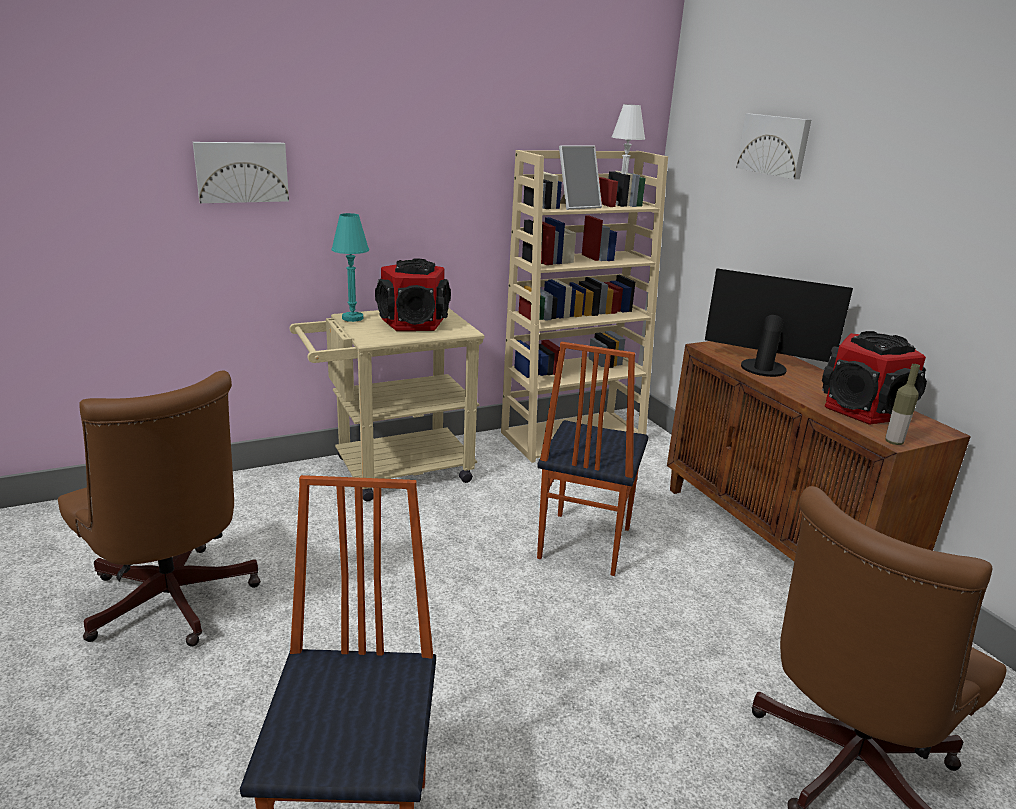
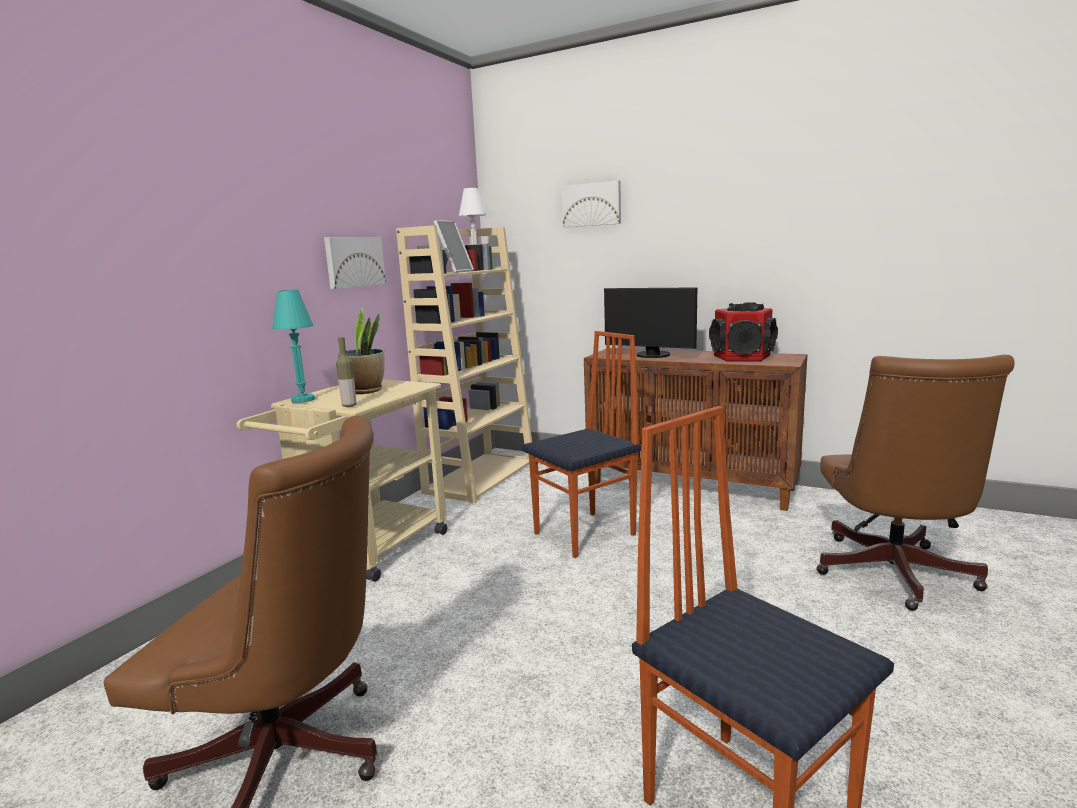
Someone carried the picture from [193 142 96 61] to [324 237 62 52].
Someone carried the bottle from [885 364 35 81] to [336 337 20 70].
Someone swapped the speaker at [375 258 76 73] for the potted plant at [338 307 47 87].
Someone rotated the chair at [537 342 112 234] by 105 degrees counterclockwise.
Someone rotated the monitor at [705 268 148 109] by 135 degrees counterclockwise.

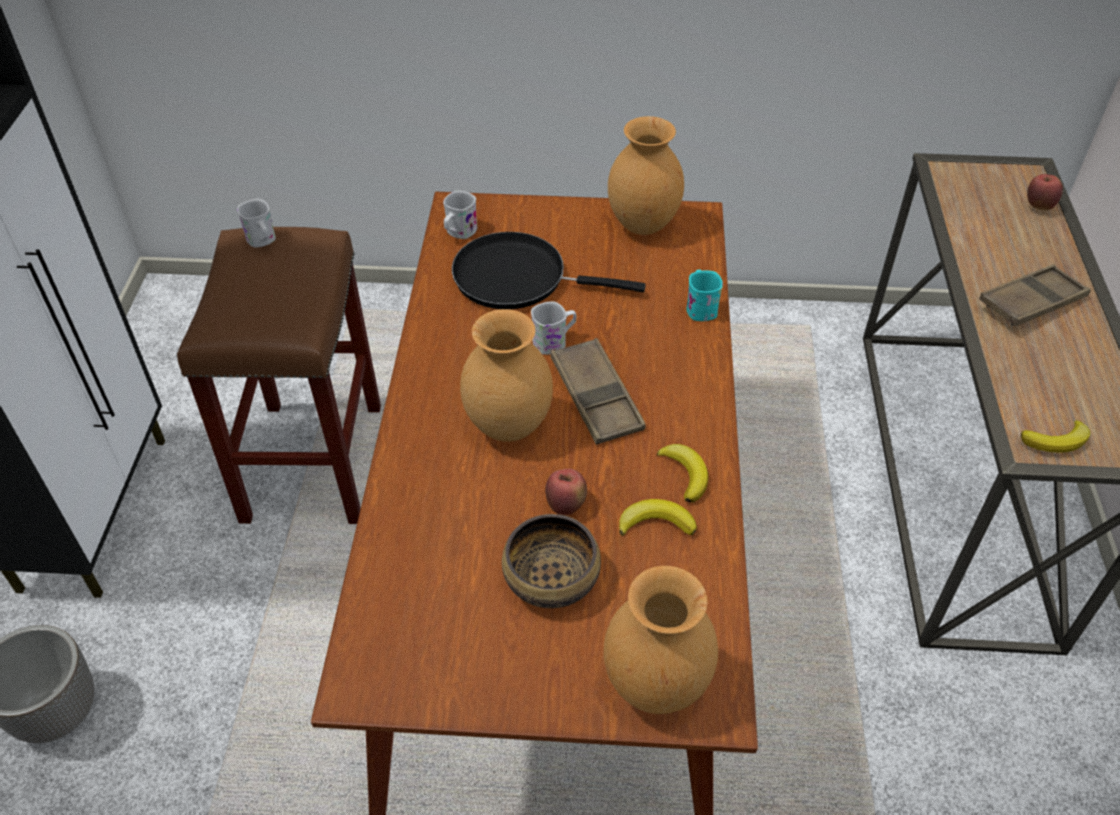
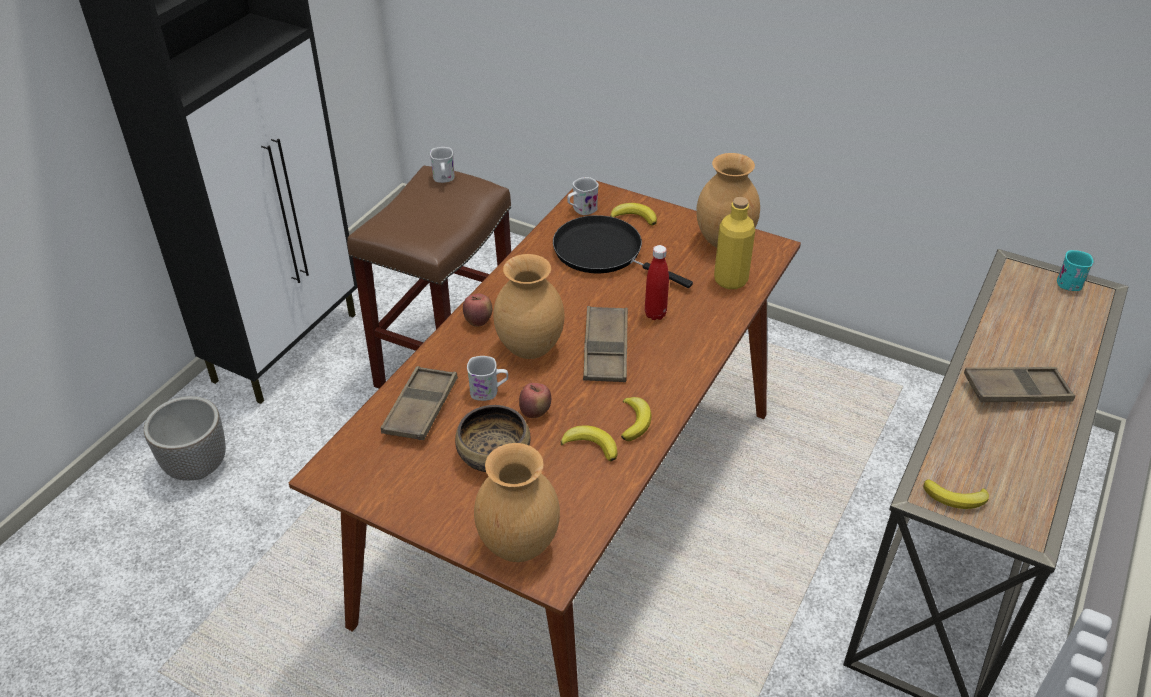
Someone put down the tray in brown at [381 366 77 74].
Someone put down the banana at [610 203 47 23].
Someone put down the bottle in red at [645 245 24 75].
Someone put down the bottle in yellow at [714 197 41 92].
Someone carried the mug in white from [531 301 45 54] to [467 356 41 45].
Someone carried the mug in turquoise from [686 270 37 51] to [1057 250 36 41].
Someone carried the apple from [1027 174 36 36] to [463 293 29 34].

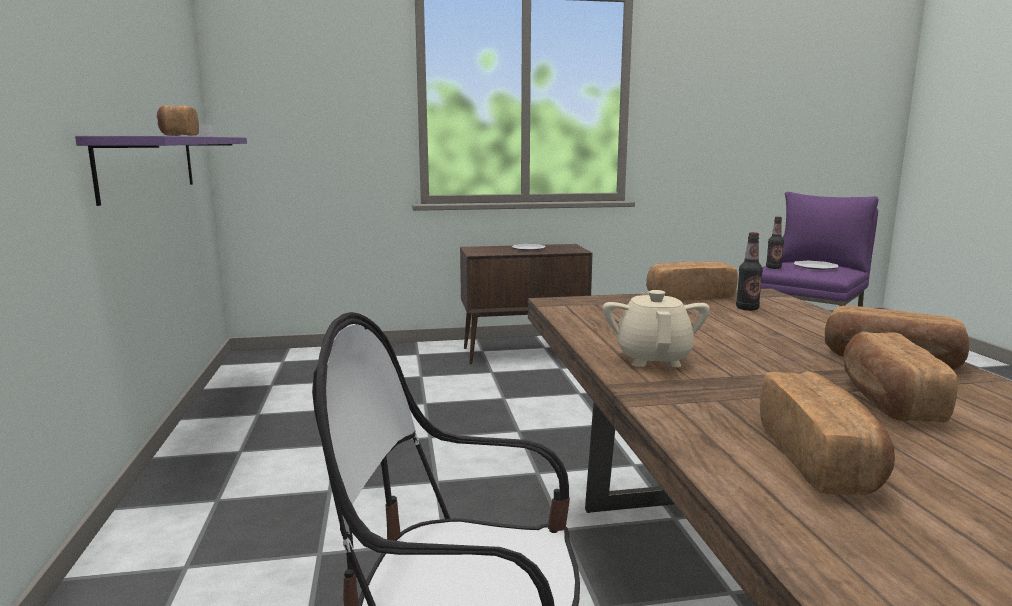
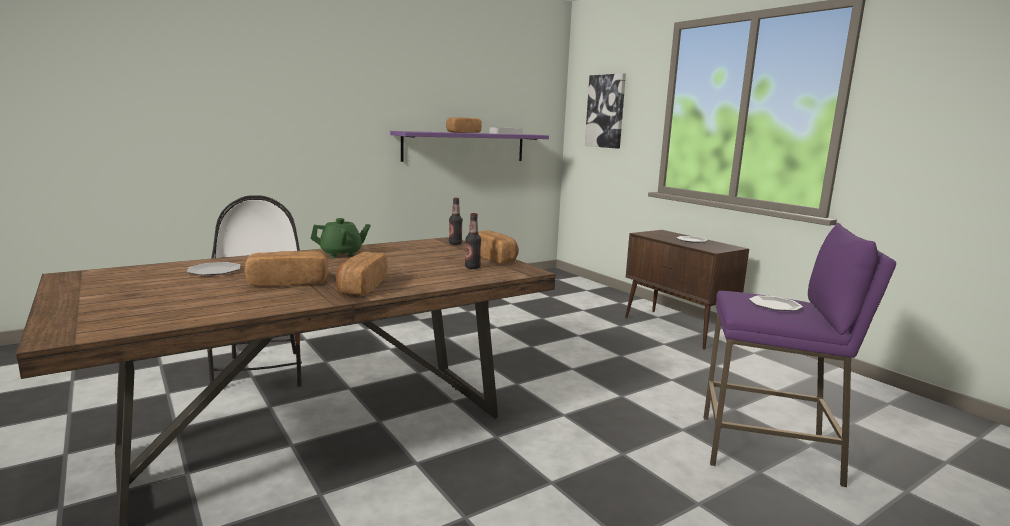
Someone put up the picture at [585 73 41 76].
Someone carried the bottle from [766 217 18 52] to [449 198 14 47].
Someone swapped the bread at [760 372 135 123] for the plate at [187 262 54 13].
Someone repainted the teapot in beige at [603 290 107 77], which became the teapot in green at [311 218 60 40].

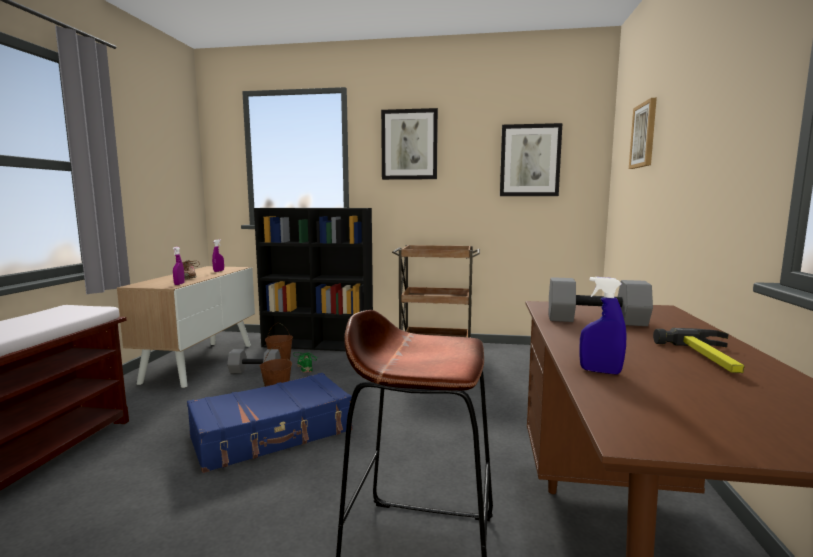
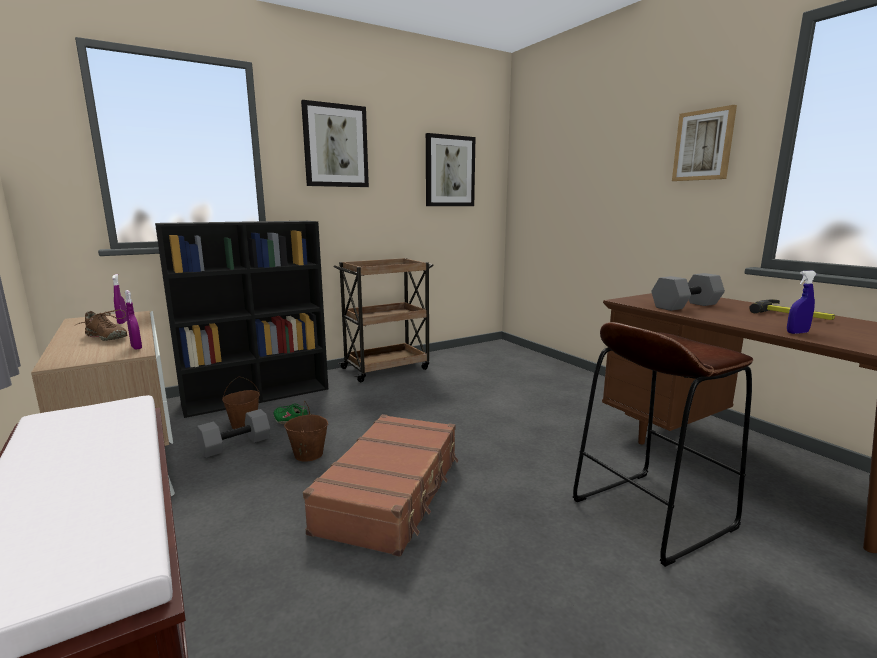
Someone carried the picture from [629 98 28 71] to [672 105 65 76].
Someone repainted the suitcase in blue at [187 373 166 100], which became the suitcase in brown at [303 414 155 143].

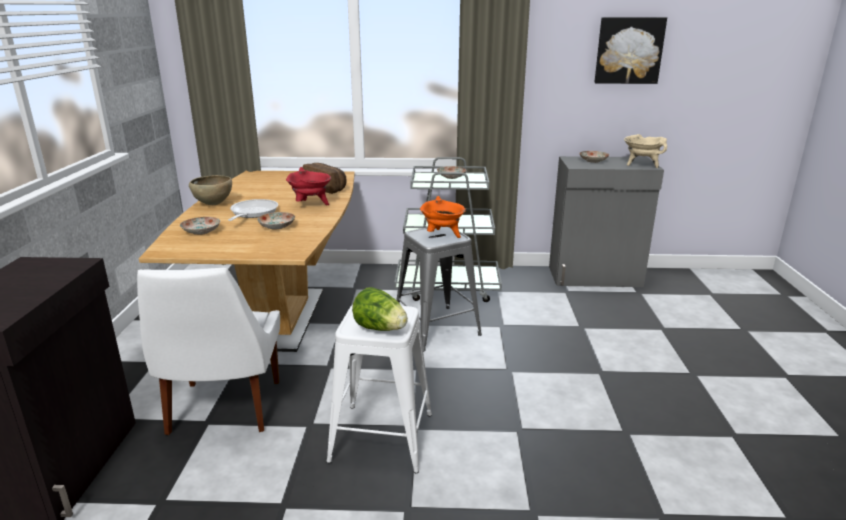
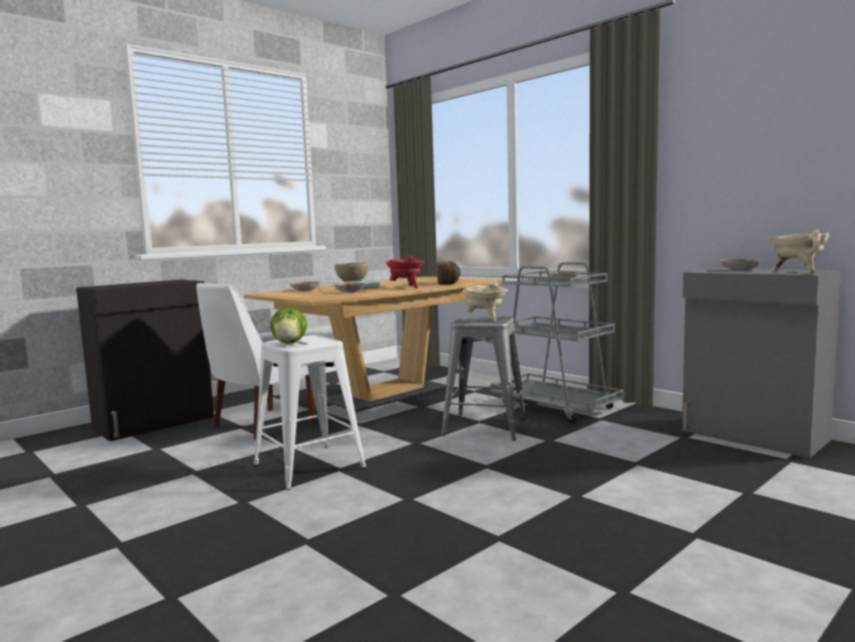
Someone took away the picture at [594 17 73 67].
Someone repainted the cooking pot in orange at [420 196 46 42], which became the cooking pot in beige at [462 282 46 40].

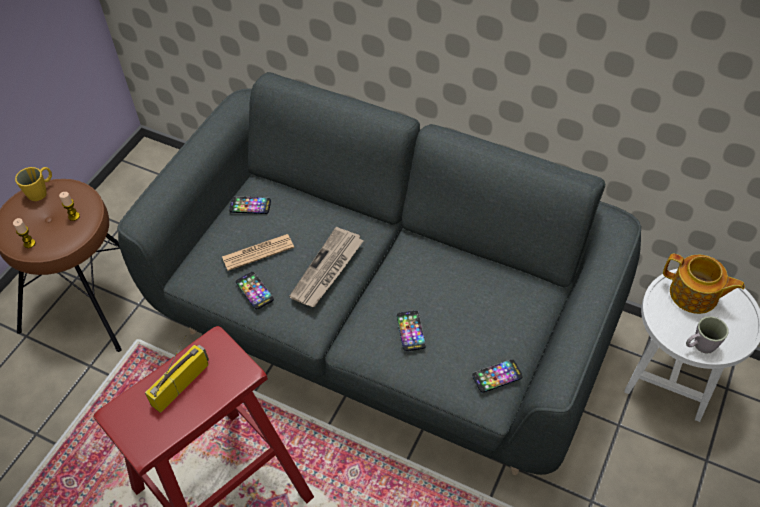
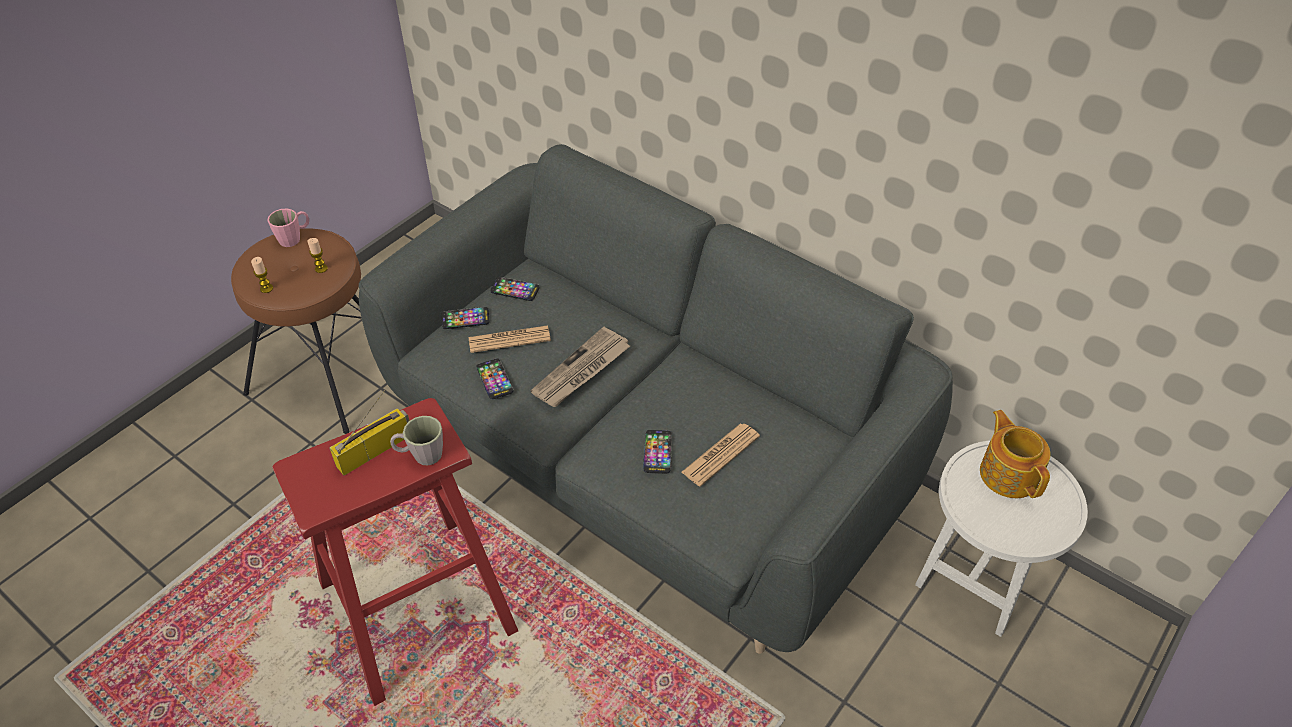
Someone put down the newspaper at [681 423 79 64].
Someone carried the phone from [472 359 51 34] to [442 307 48 22].
Someone carried the mug in grey from [686 316 43 38] to [390 416 53 49].
Someone repainted the mug in yellow at [15 167 37 34], which became the mug in pink at [267 209 42 38].
Someone rotated the teapot at [663 254 82 60] by 150 degrees counterclockwise.

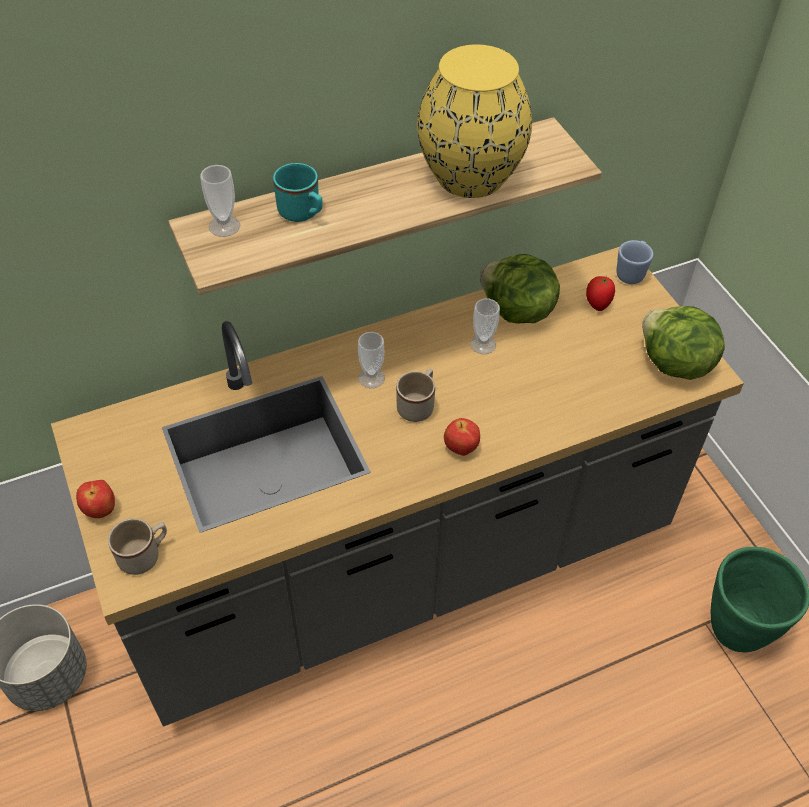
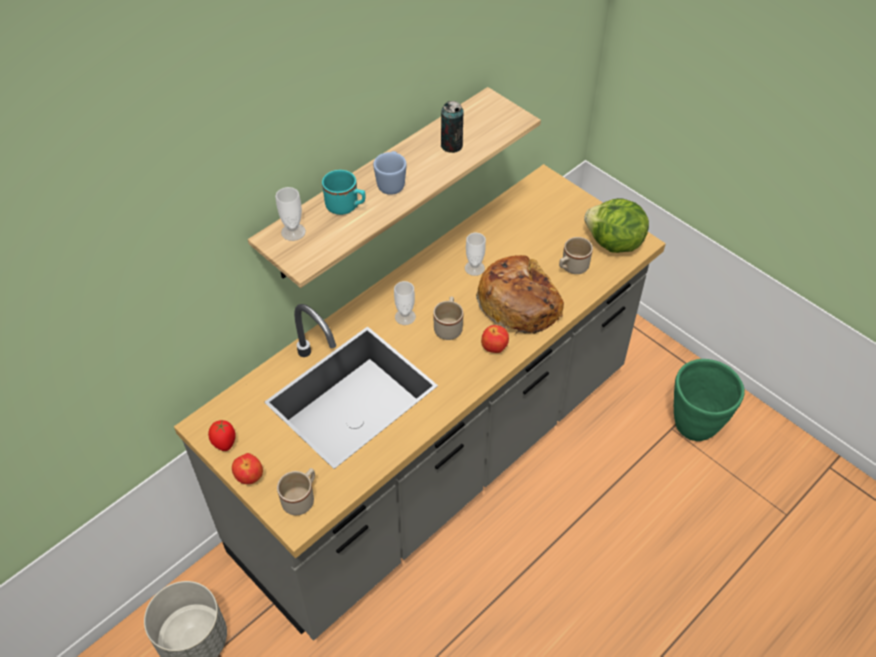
Someone took away the lettuce at [480 254 80 70].
Someone put down the bread at [476 255 88 80].
Someone put down the mug in beige at [559 237 34 37].
Someone carried the tomato from [586 276 29 35] to [208 420 28 31].
Someone carried the mug in blue from [617 240 36 44] to [373 151 34 44].
Someone swapped the vase in yellow at [417 44 115 154] for the can at [441 101 22 52].

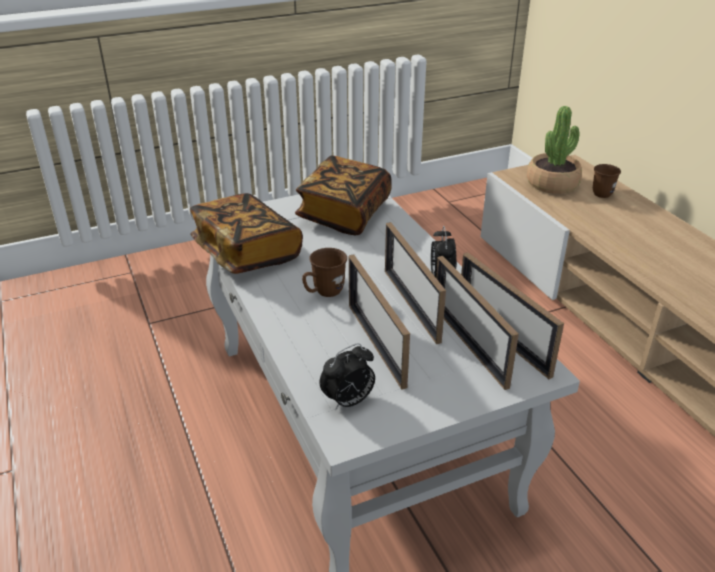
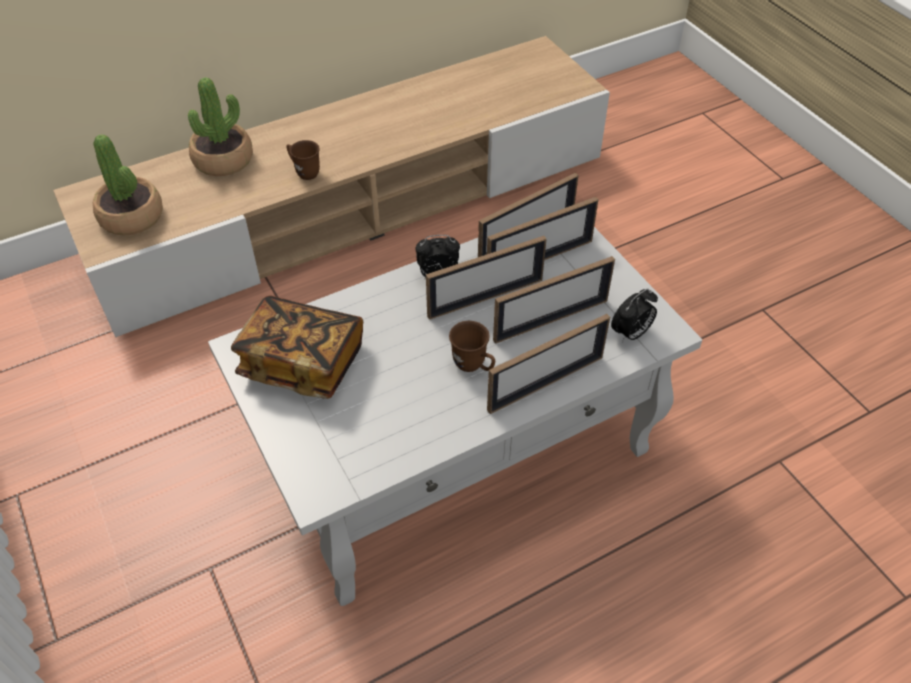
Someone took away the book at [190 193 113 81].
Someone put down the potted plant at [188 77 65 99].
Someone put down the picture frame at [487 314 123 100].
Someone carried the mug in brown from [593 164 28 34] to [286 140 34 40].
Someone rotated the alarm clock at [320 343 55 68] by 90 degrees clockwise.

